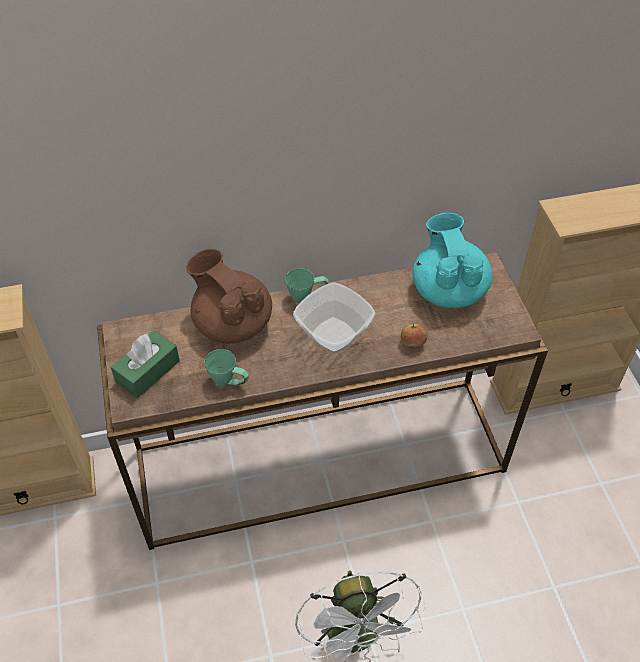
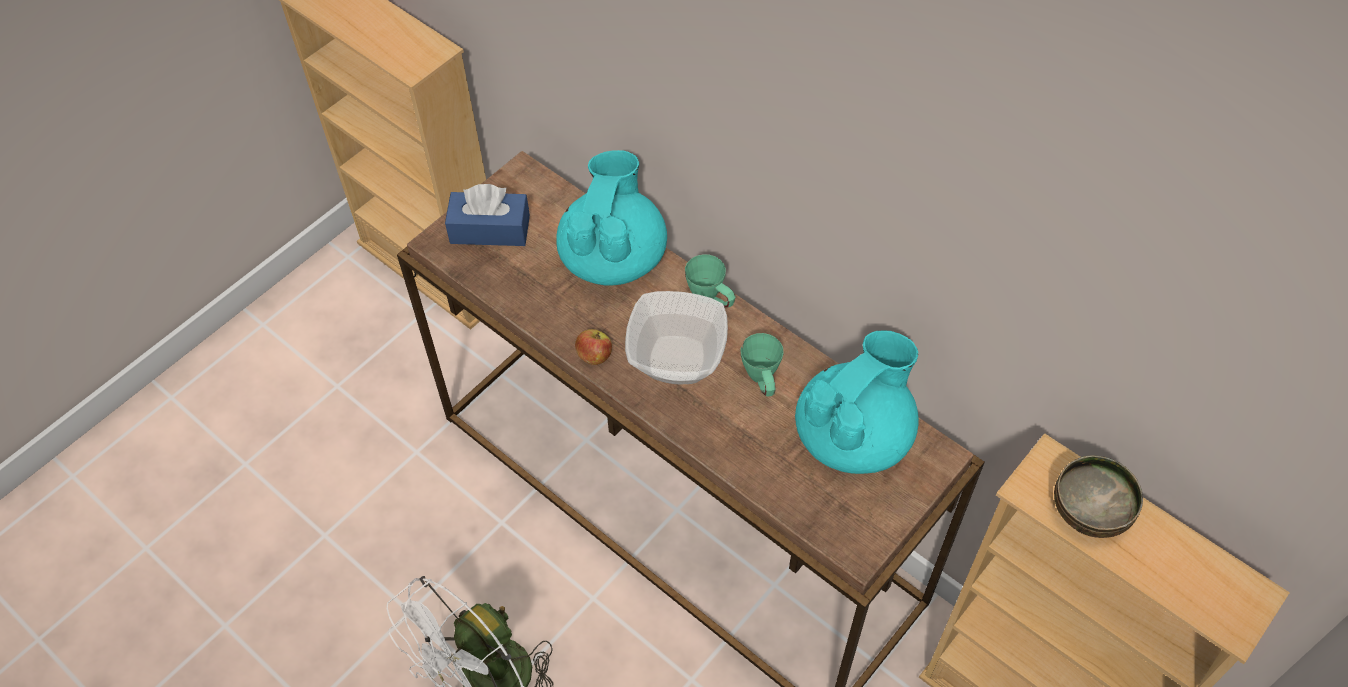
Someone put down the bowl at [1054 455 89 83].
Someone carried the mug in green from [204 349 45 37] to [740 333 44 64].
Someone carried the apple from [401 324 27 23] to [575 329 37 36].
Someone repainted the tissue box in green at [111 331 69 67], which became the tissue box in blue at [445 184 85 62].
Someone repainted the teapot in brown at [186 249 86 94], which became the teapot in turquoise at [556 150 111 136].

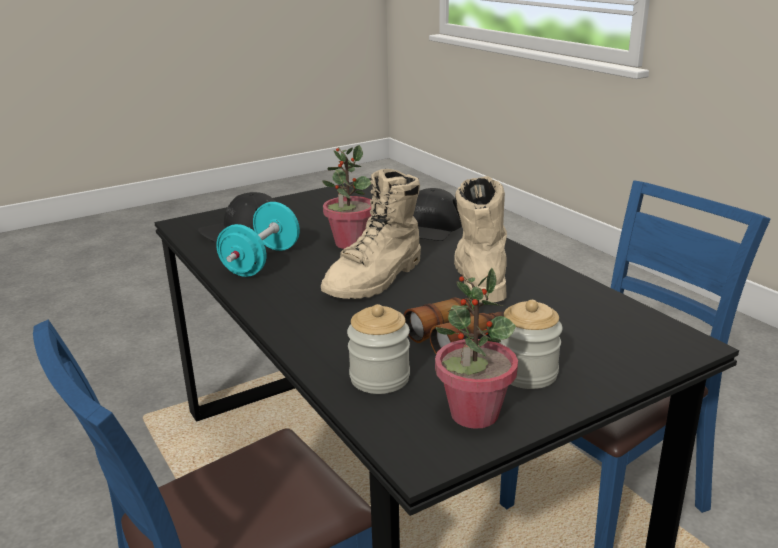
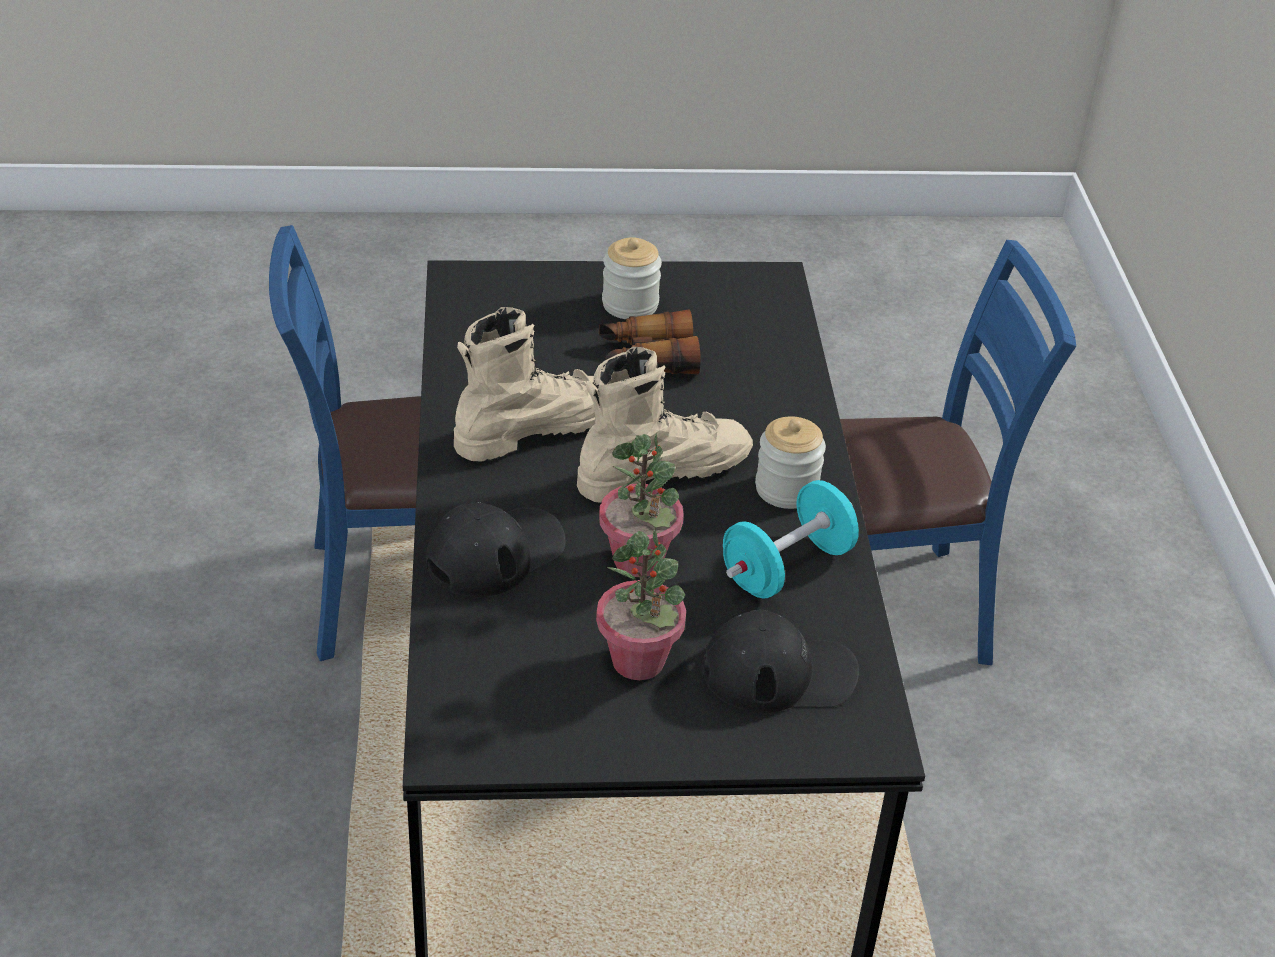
Someone carried the jar from [347 304 63 90] to [755 416 71 93].
Someone carried the potted plant from [435 268 83 161] to [596 530 90 150].
Someone rotated the boot in beige at [454 176 53 127] by 150 degrees counterclockwise.

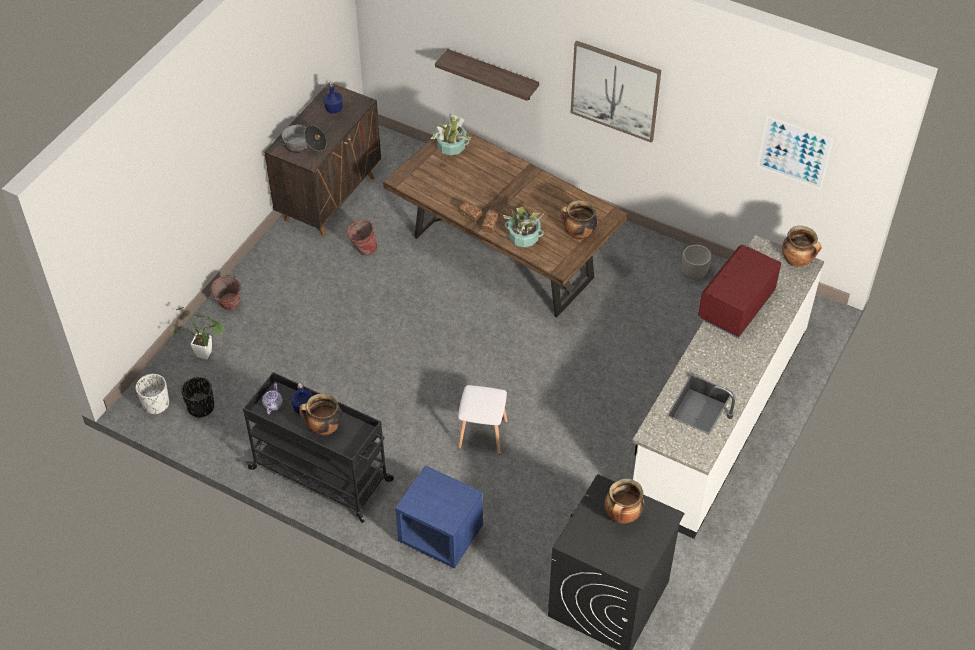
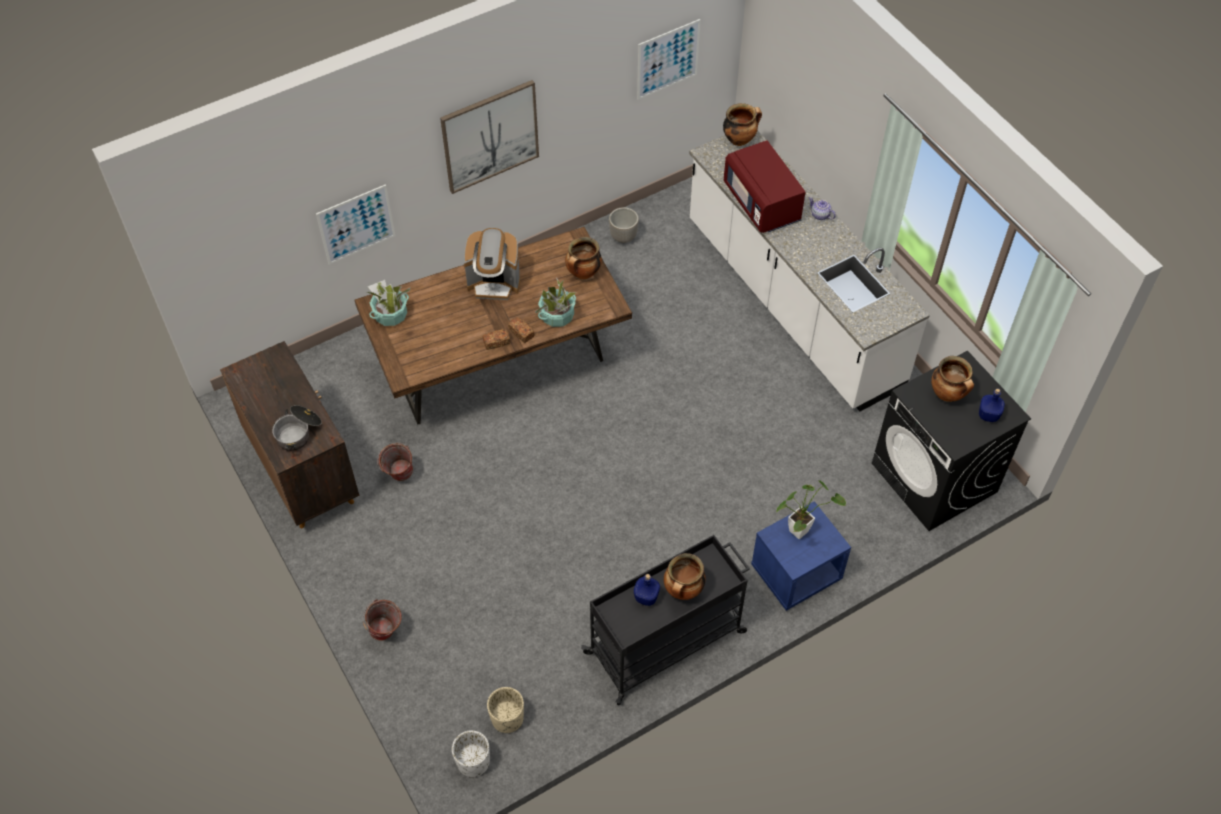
Someone took away the stool in white at [458 385 49 70].
Someone put down the coffee machine at [464 228 56 72].
Someone carried the potted plant from [173 307 50 53] to [776 480 70 59].
Someone carried the teapot from [262 383 21 31] to [809 197 27 23].
Someone carried the bottle in blue from [323 82 20 31] to [979 388 26 34].
Someone swapped the shelf at [435 49 104 52] for the picture at [316 184 79 81].
Someone repainted the planter in black at [181 377 33 41], which became the planter in beige at [487 687 37 46].

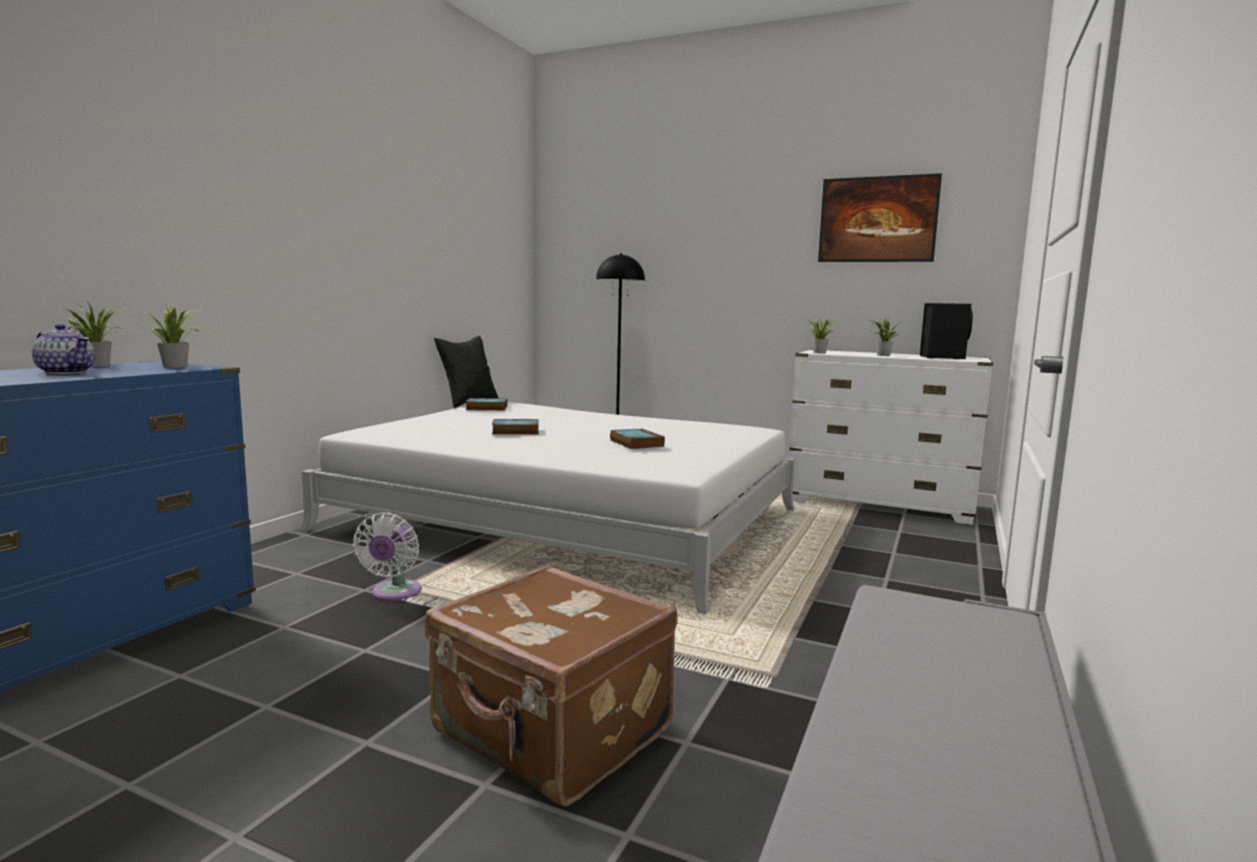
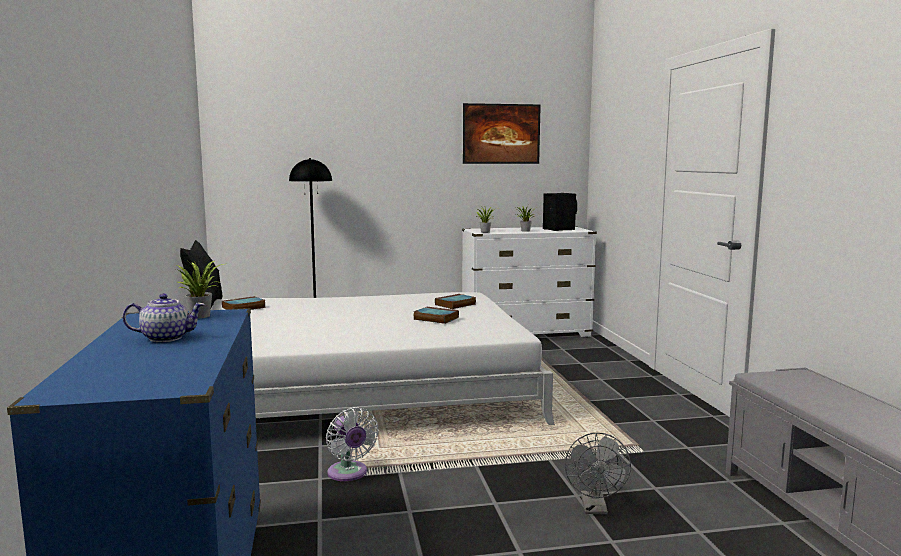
Someone took away the potted plant at [65 303 63 64].
Someone carried the book from [492 419 47 15] to [435 294 41 15].
Someone swapped the suitcase in brown at [425 565 253 241] for the fan in grey at [565 432 66 82].

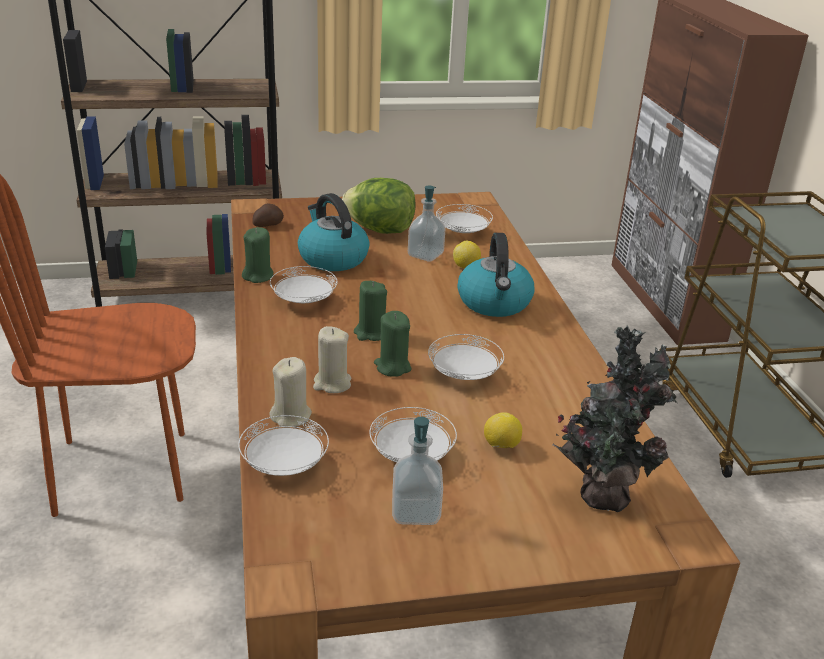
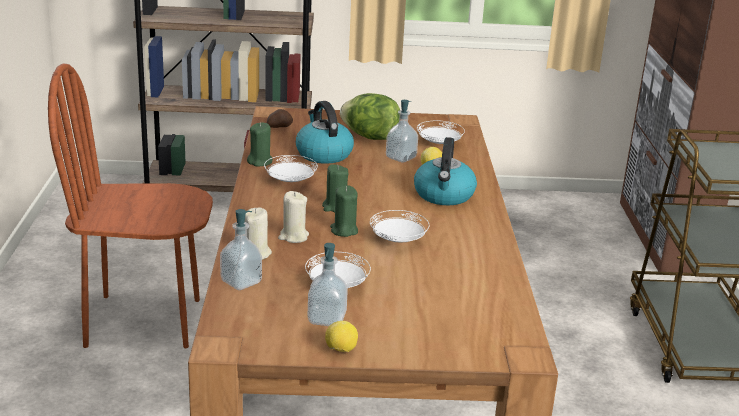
Someone took away the potted plant at [552 326 125 186].
Someone carried the lemon from [484 412 38 36] to [325 321 33 31].
Someone swapped the plate in white at [238 415 91 61] for the soap dispenser at [220 209 42 81].

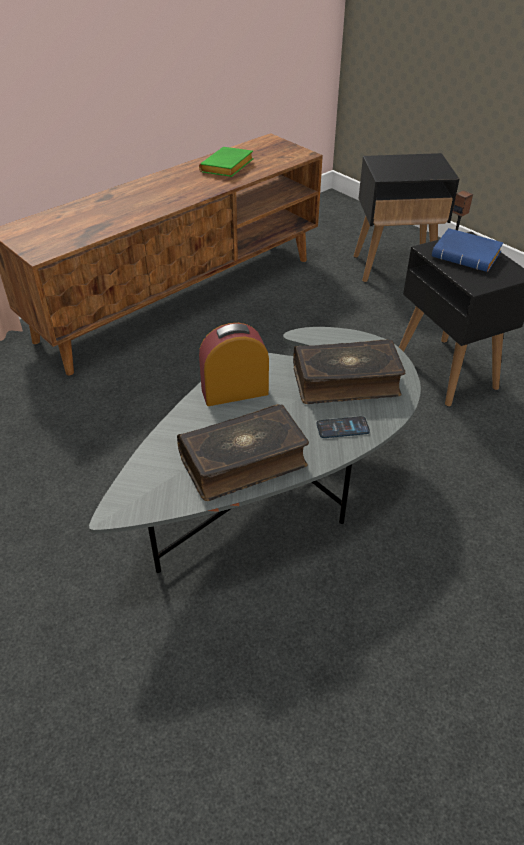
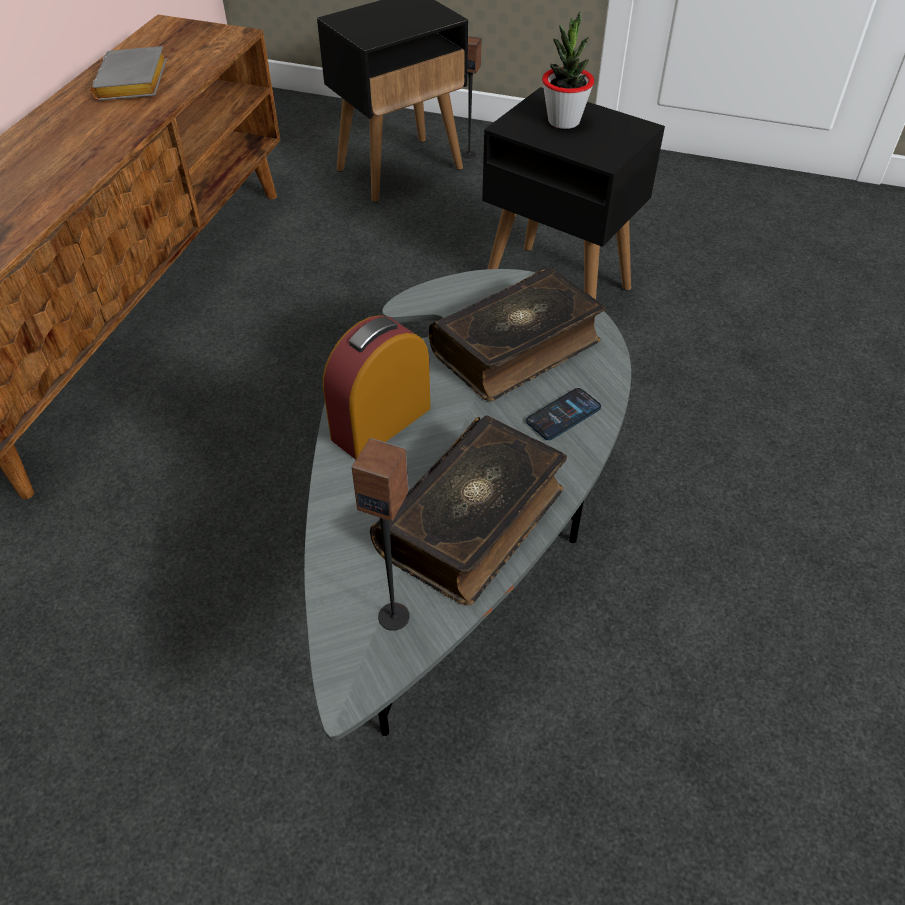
Someone put down the speaker at [352 438 58 193].
Someone swapped the book in blue at [432 228 71 44] for the potted plant at [542 11 52 118].
Someone repainted the book in green at [199 147 55 30], which became the book in grey at [91 46 76 55].

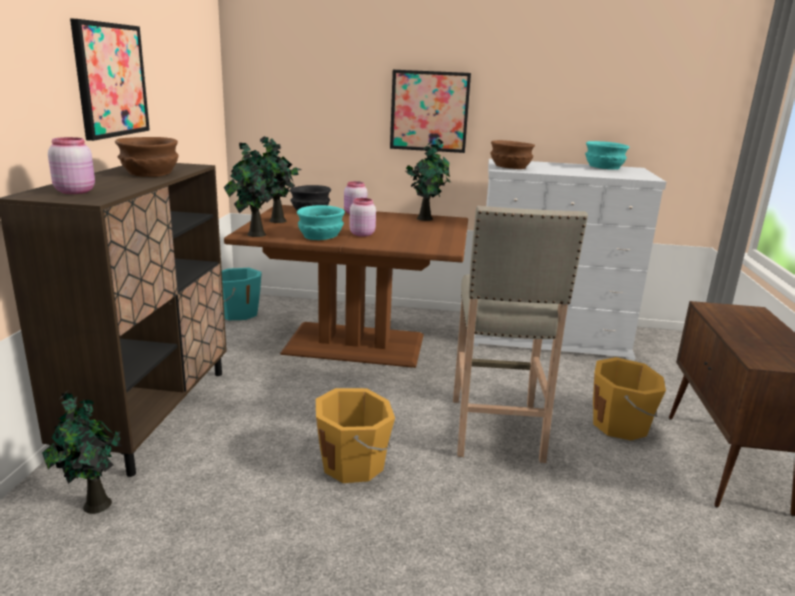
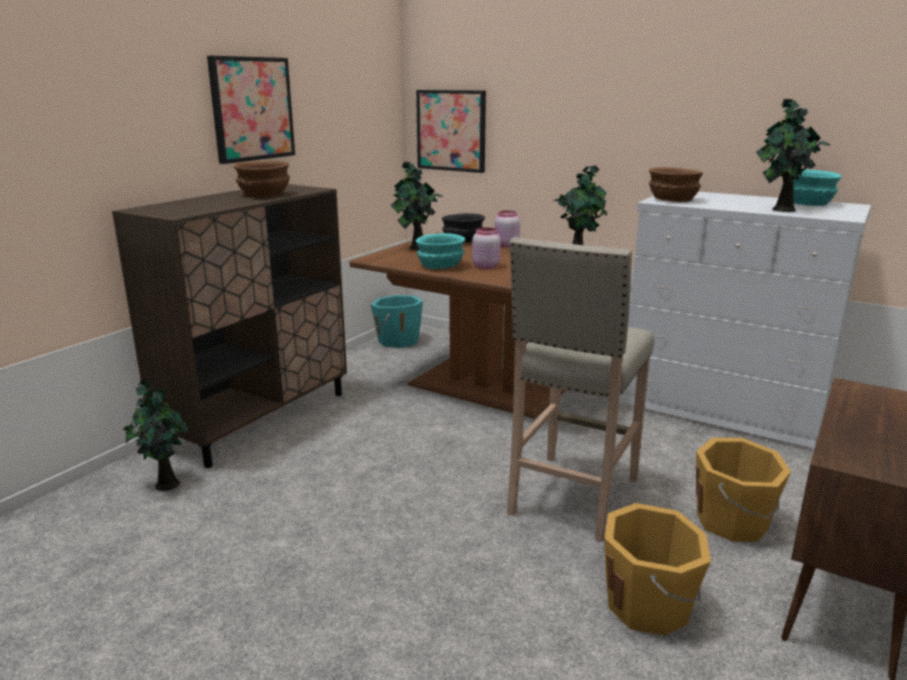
Someone took away the jar in pink at [48 137 47 57].
Someone carried the potted plant from [224 142 56 95] to [756 98 75 114].
Someone carried the bucket in orange from [316 388 79 95] to [604 503 107 132].
Someone carried the picture from [390 70 81 83] to [416 90 70 83].

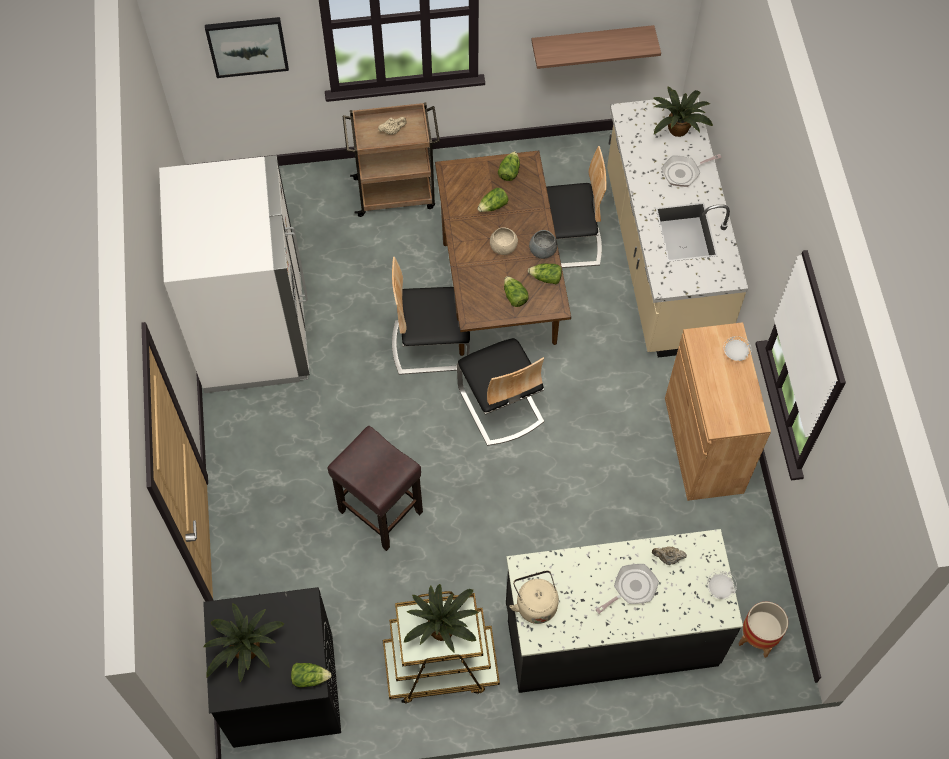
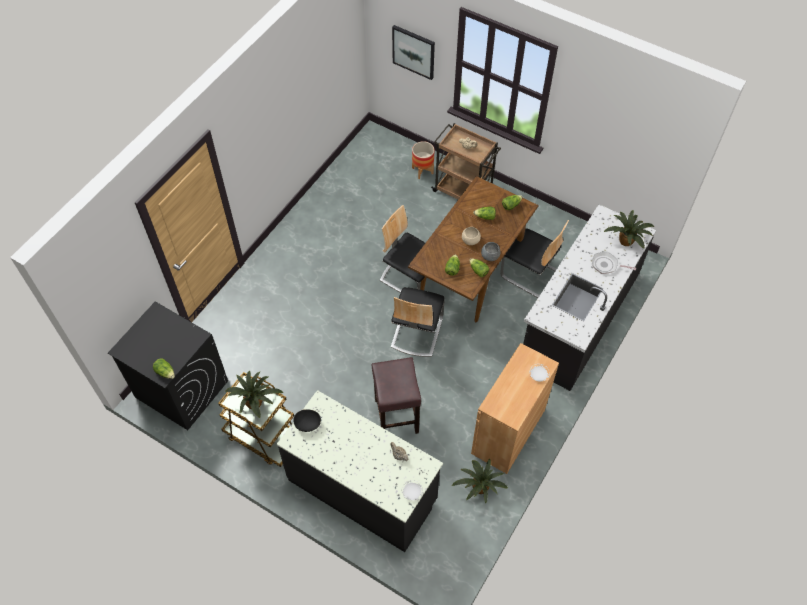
Someone took away the fridge in white at [159 155 151 238].
Someone took away the shelf at [531 25 130 44].
Someone took away the frying pan at [596 564 63 50].
Someone carried the potted plant from [203 603 81 79] to [452 459 56 45].
Someone carried the stool in brown from [327 426 96 125] to [371 357 50 77].
Someone carried the planter from [738 602 50 56] to [412 141 22 38].
Someone swapped the kettle in beige at [509 570 50 54] for the bowl in black at [294 409 27 23].
Someone repainted the counter in beige at [607 96 141 262], which became the counter in black at [523 204 133 187].

